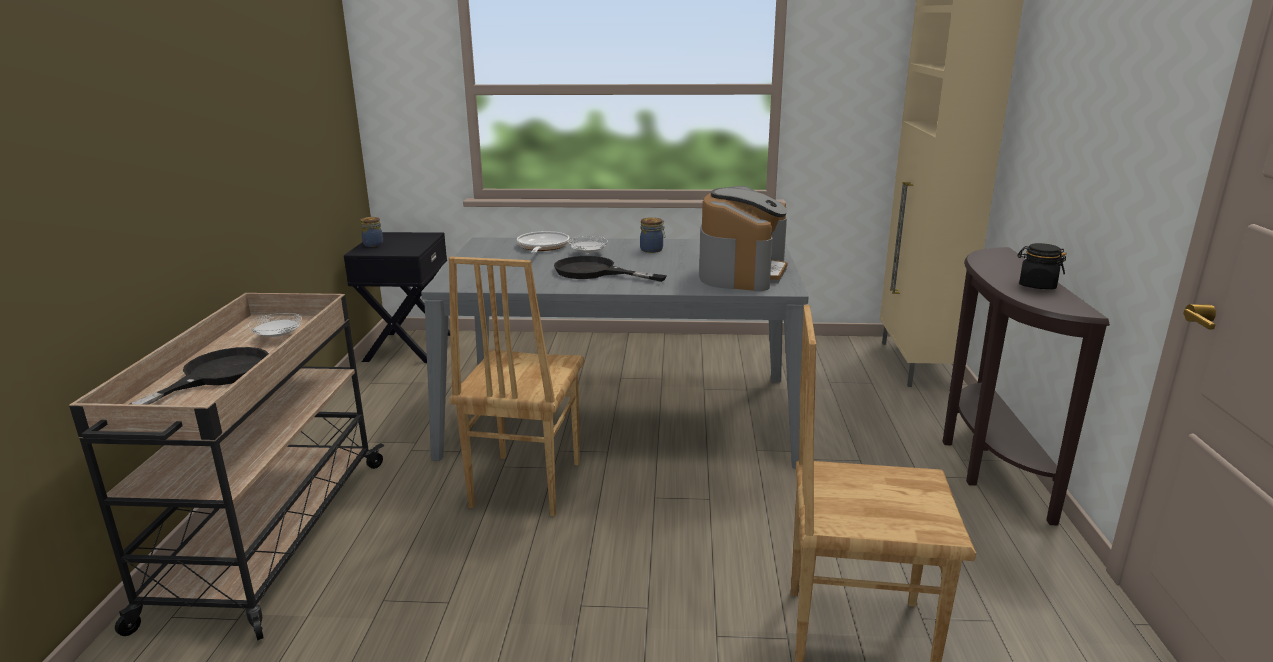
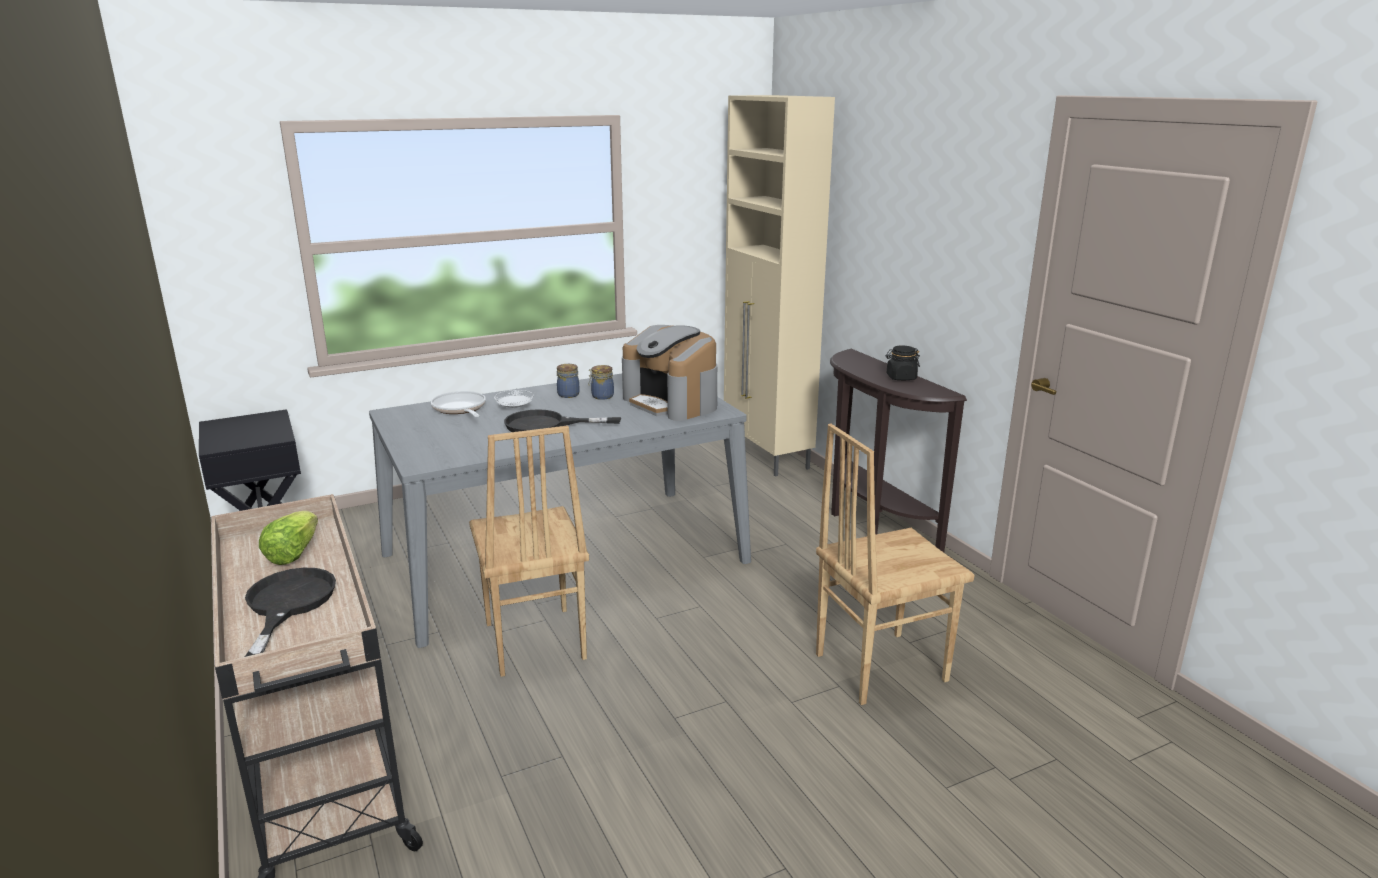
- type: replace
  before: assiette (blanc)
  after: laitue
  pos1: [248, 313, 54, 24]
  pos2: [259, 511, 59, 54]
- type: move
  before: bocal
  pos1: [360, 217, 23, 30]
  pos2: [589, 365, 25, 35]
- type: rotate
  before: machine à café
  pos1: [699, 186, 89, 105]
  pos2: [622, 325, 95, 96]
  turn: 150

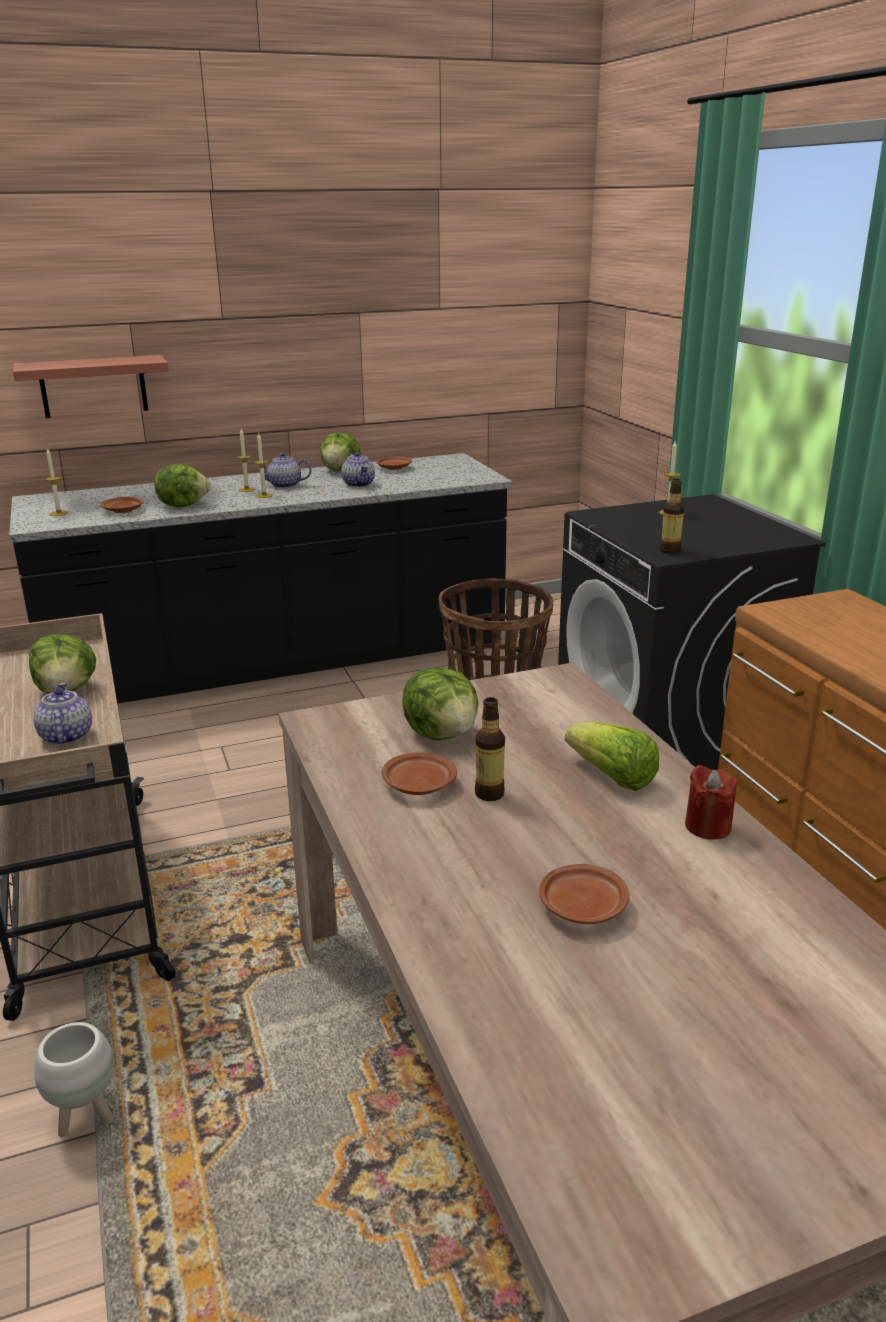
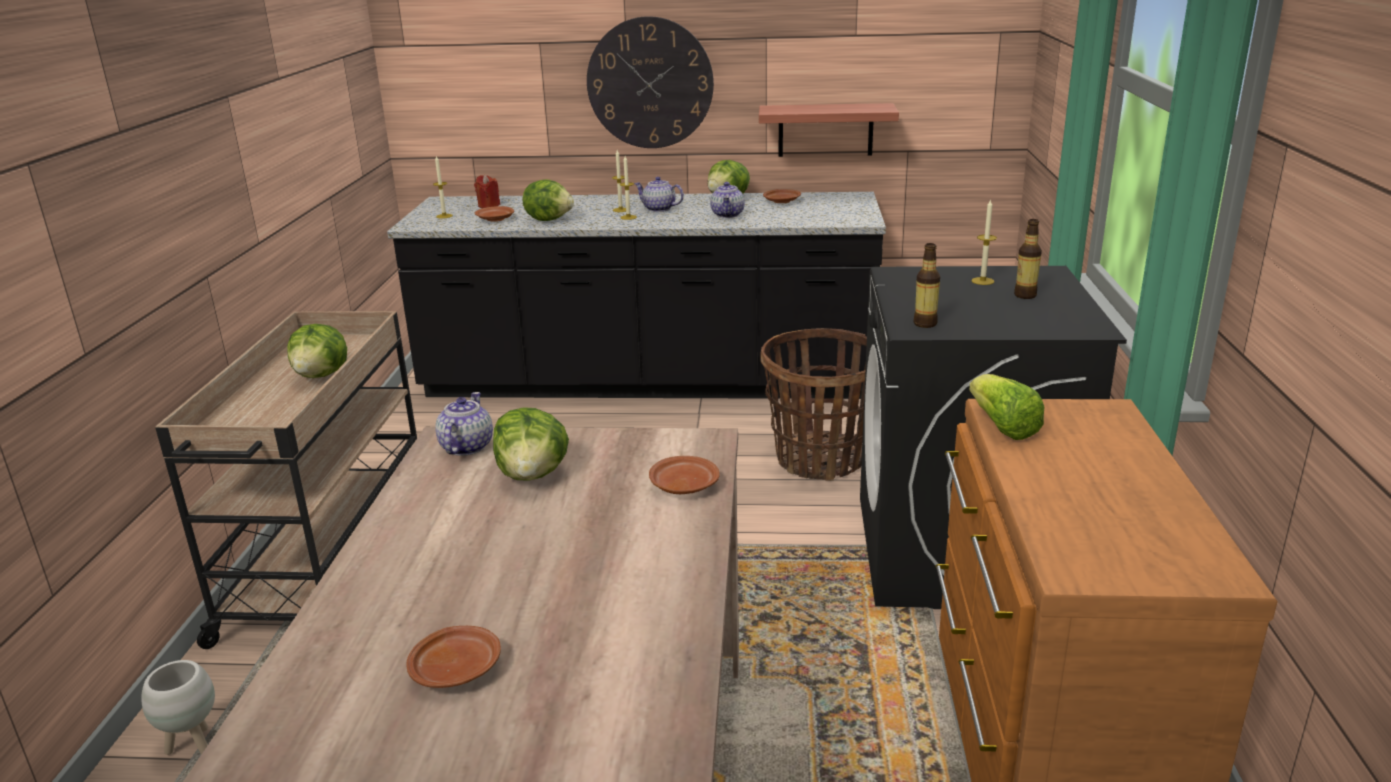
- type: move
  before: étagère
  pos1: [13, 355, 156, 63]
  pos2: [759, 103, 140, 54]
- type: move
  before: théière
  pos1: [33, 683, 59, 62]
  pos2: [435, 392, 58, 64]
- type: move
  before: assiette (marron)
  pos1: [382, 752, 75, 43]
  pos2: [649, 456, 71, 38]
- type: move
  before: bouteille
  pos1: [475, 697, 30, 104]
  pos2: [1014, 219, 28, 80]
- type: move
  before: laitue
  pos1: [565, 722, 94, 69]
  pos2: [969, 374, 75, 66]
- type: move
  before: bougie (rouge)
  pos1: [685, 765, 52, 75]
  pos2: [474, 175, 26, 33]
- type: insert
  after: horloge murale
  pos2: [587, 16, 127, 132]

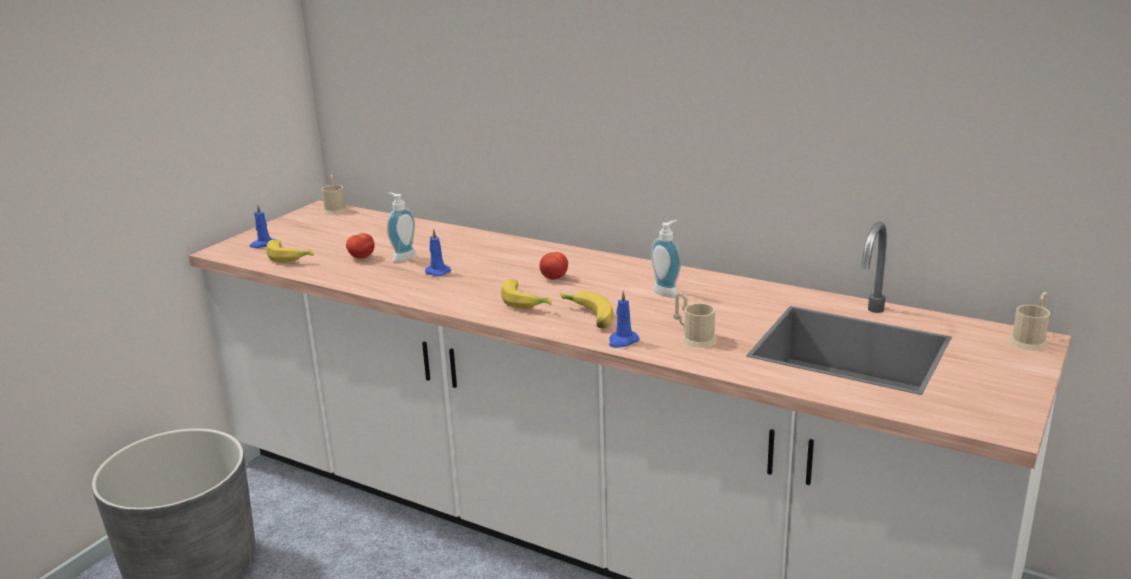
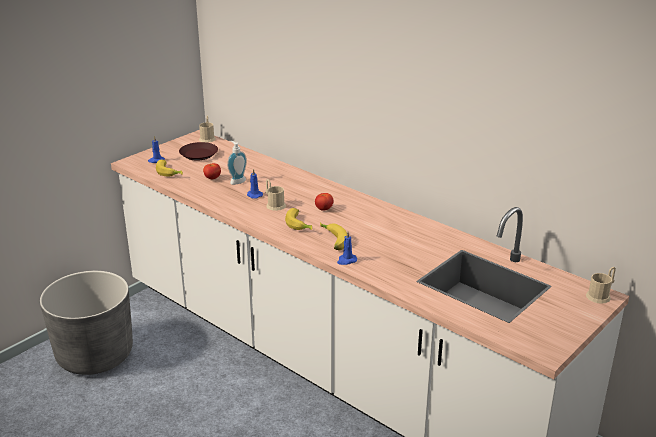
- type: delete
  before: distributeur de savon
  pos1: [651, 220, 30, 78]
- type: move
  before: mug (beige)
  pos1: [674, 293, 44, 55]
  pos2: [265, 179, 21, 32]
- type: insert
  after: assiette (marron)
  pos2: [179, 142, 39, 18]

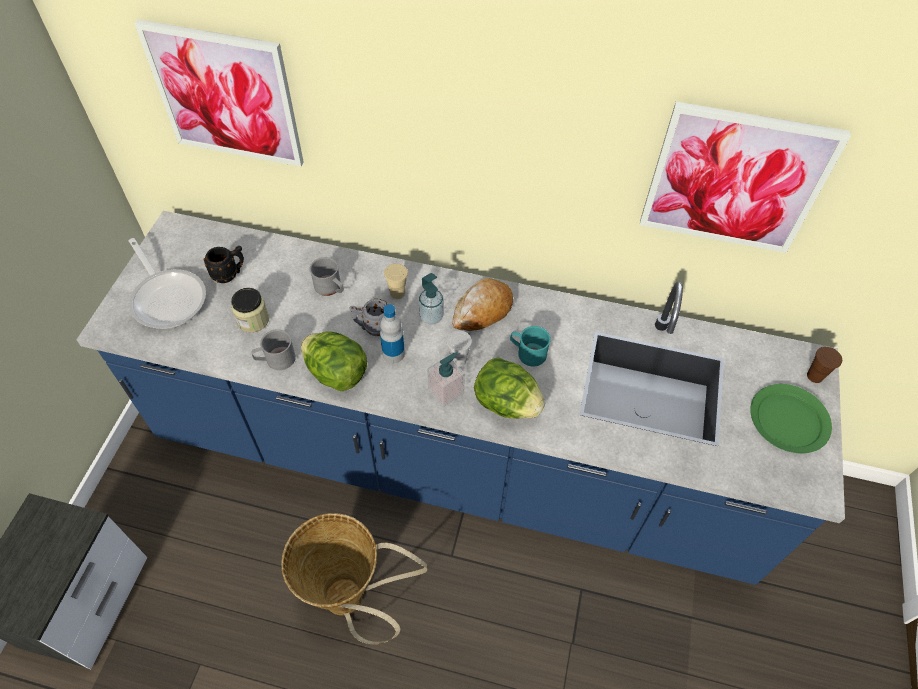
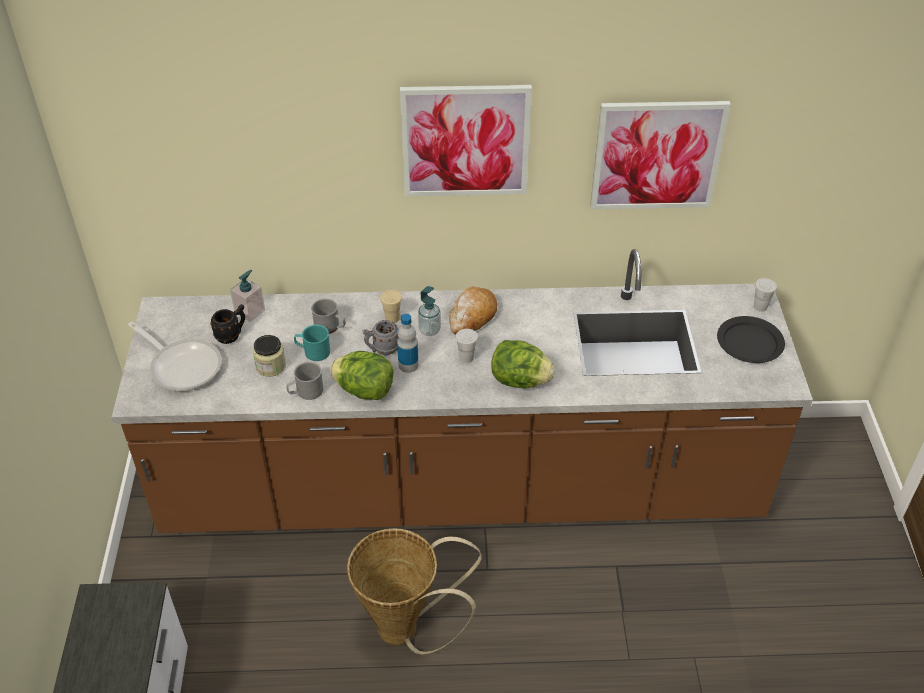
- type: recolor
  before: comptoir de cuisine (bleu)
  after: comptoir de cuisine (marron)
  pos1: [76, 211, 769, 374]
  pos2: [112, 249, 701, 284]
- type: move
  before: tableau
  pos1: [134, 19, 170, 148]
  pos2: [400, 85, 132, 111]
- type: move
  before: distributeur de savon
  pos1: [427, 352, 38, 55]
  pos2: [230, 270, 35, 52]
- type: move
  before: mug (turquoise)
  pos1: [510, 326, 41, 40]
  pos2: [294, 325, 36, 36]
- type: recolor
  before: assiette (vert)
  after: assiette (noir)
  pos1: [750, 384, 82, 70]
  pos2: [717, 316, 68, 47]
- type: recolor
  before: tasse (marron)
  after: tasse (blanc)
  pos1: [807, 347, 35, 36]
  pos2: [754, 278, 23, 34]

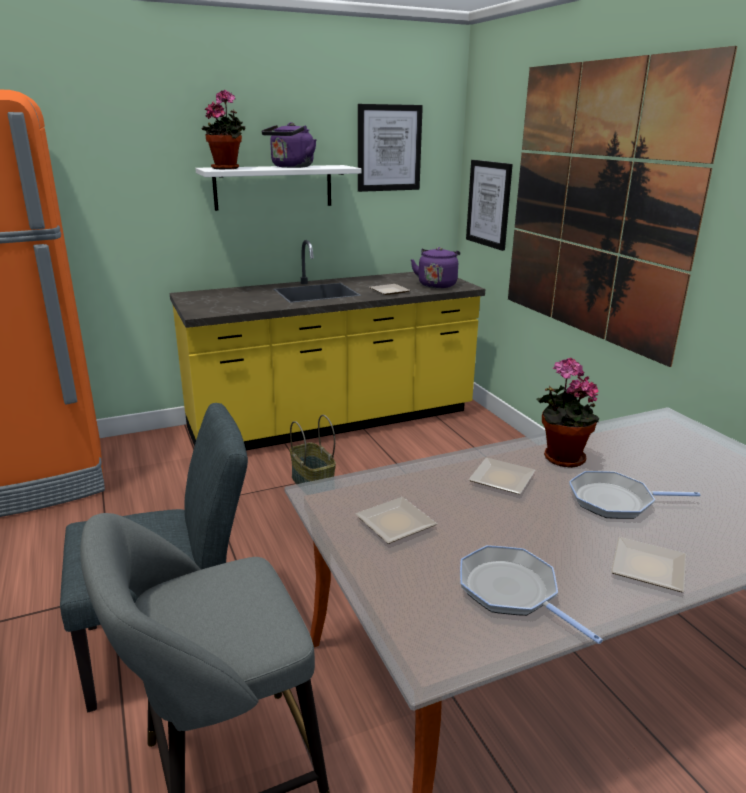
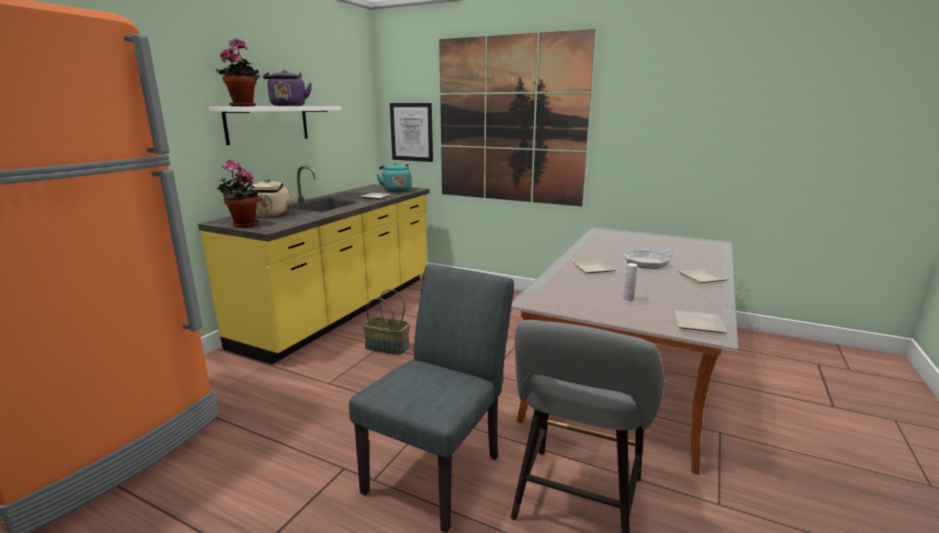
- type: move
  before: assiette
  pos1: [355, 497, 82, 47]
  pos2: [674, 310, 53, 23]
- type: delete
  before: tableau
  pos1: [358, 104, 65, 88]
- type: recolor
  before: bouilloire (violet)
  after: bouilloire (turquoise)
  pos1: [411, 247, 49, 41]
  pos2: [376, 163, 35, 29]
- type: delete
  before: poêle
  pos1: [460, 545, 143, 99]
- type: move
  before: plante en pot
  pos1: [536, 358, 63, 110]
  pos2: [217, 160, 42, 67]
- type: insert
  after: bouilloire (beige)
  pos2: [245, 179, 50, 38]
- type: insert
  after: bouteille (blanc)
  pos2: [623, 263, 15, 38]

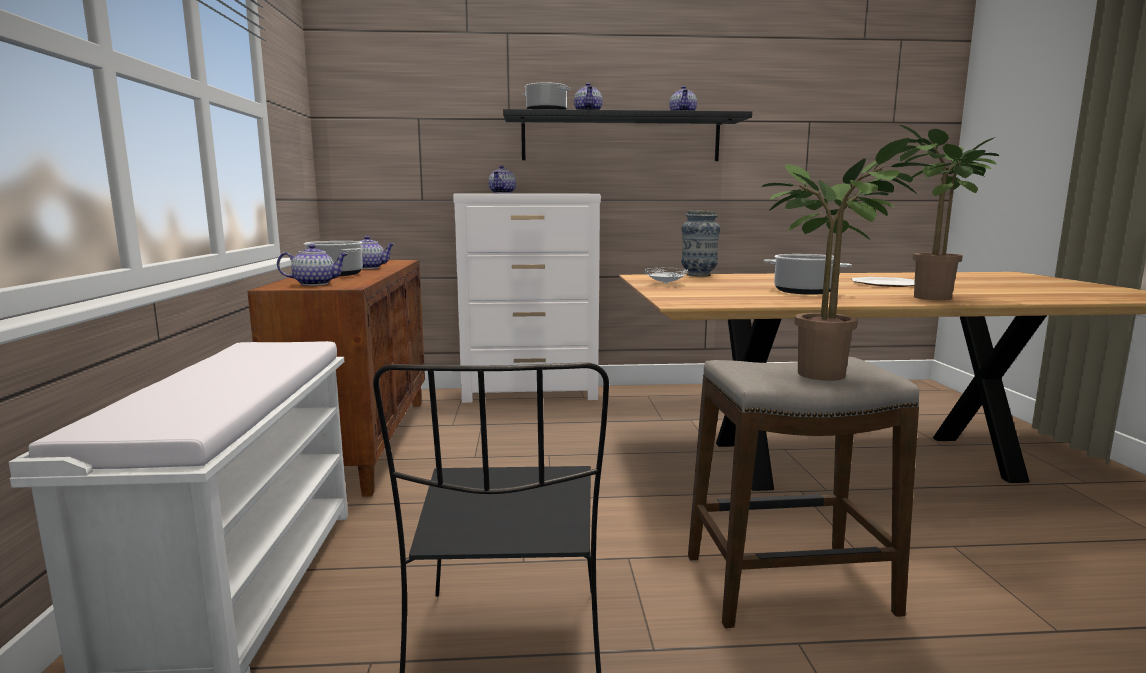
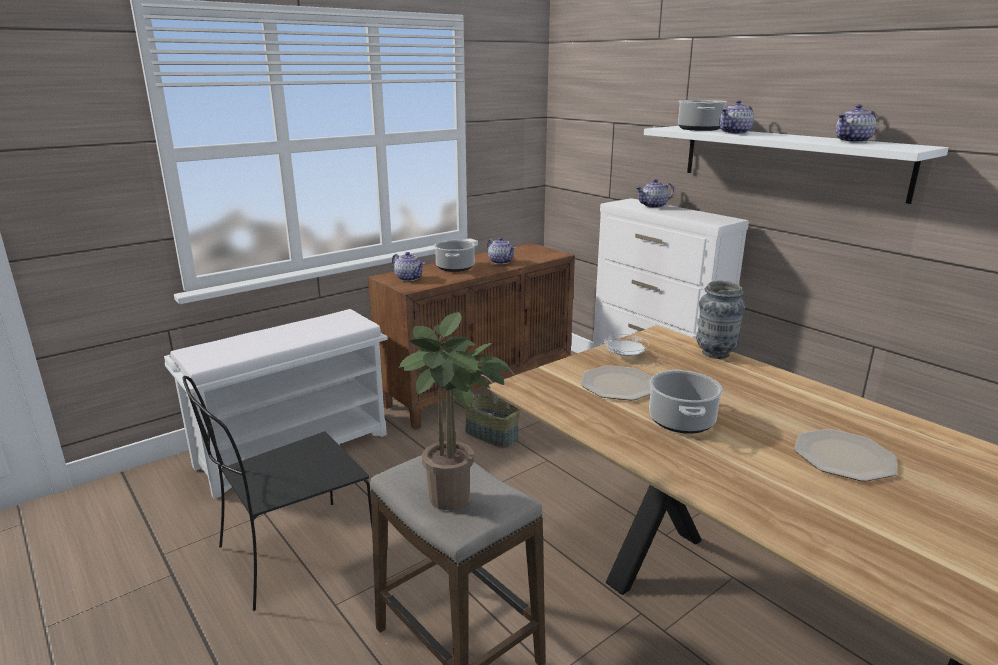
- type: recolor
  before: étagère (noir)
  after: étagère (blanc)
  pos1: [503, 109, 249, 52]
  pos2: [644, 126, 305, 78]
- type: delete
  before: plante en pot
  pos1: [890, 125, 109, 176]
- type: insert
  after: panier
  pos2: [464, 369, 56, 79]
- type: insert
  after: assiette
  pos2: [581, 365, 71, 35]

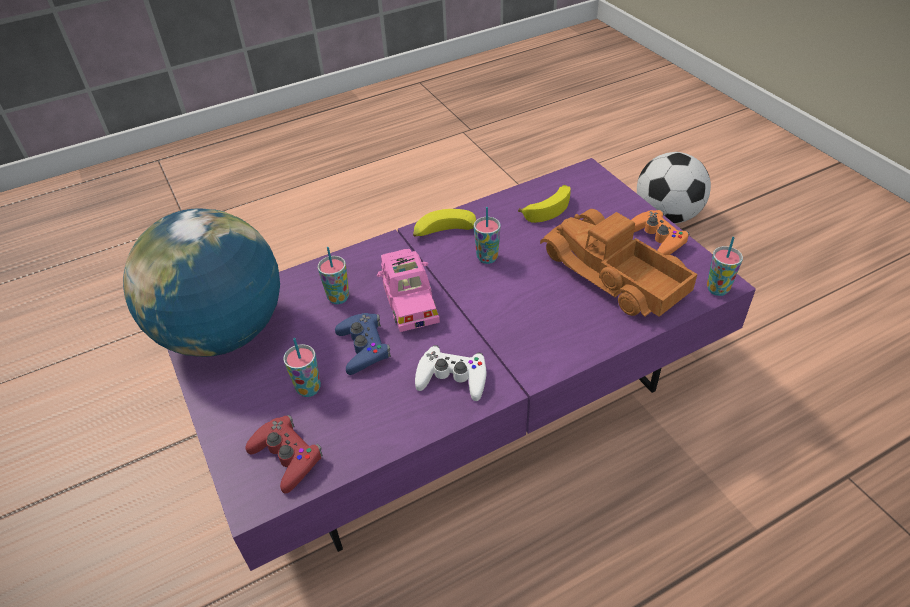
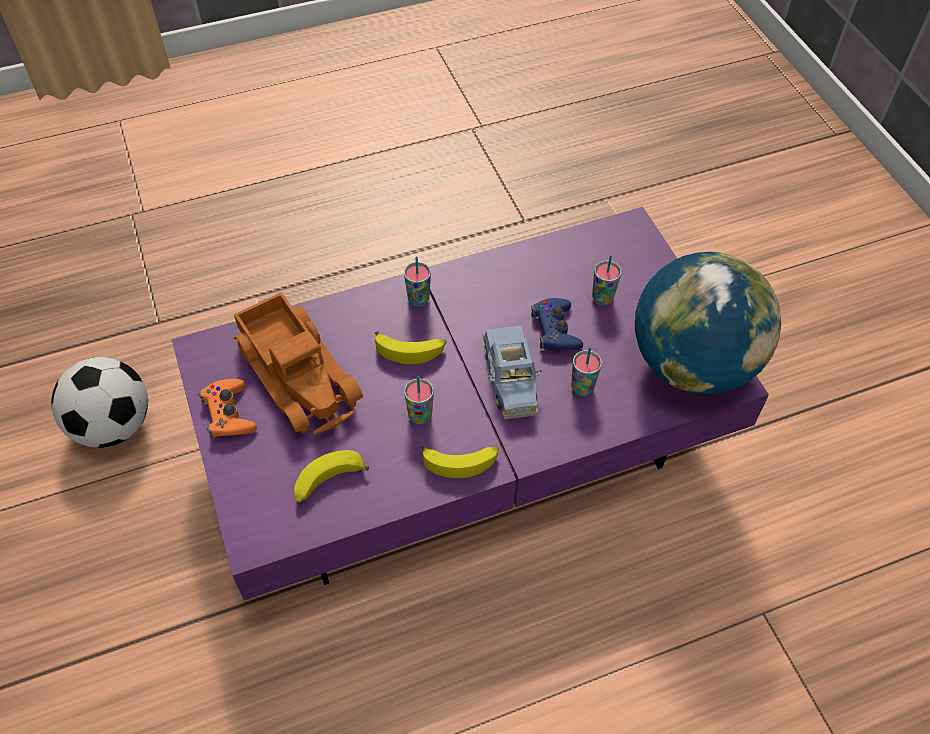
- type: delete
  before: manette (rouge)
  pos1: [245, 415, 78, 79]
- type: recolor
  before: petite voiture (rose)
  after: petite voiture (bleu)
  pos1: [377, 249, 63, 83]
  pos2: [483, 326, 59, 93]
- type: delete
  before: manette (blanc)
  pos1: [415, 345, 71, 56]
- type: move
  before: ballon de foot
  pos1: [637, 152, 74, 72]
  pos2: [51, 357, 97, 91]
- type: move
  before: tasse
  pos1: [707, 237, 36, 59]
  pos2: [404, 257, 27, 50]
- type: insert
  after: banane
  pos2: [375, 331, 71, 33]

